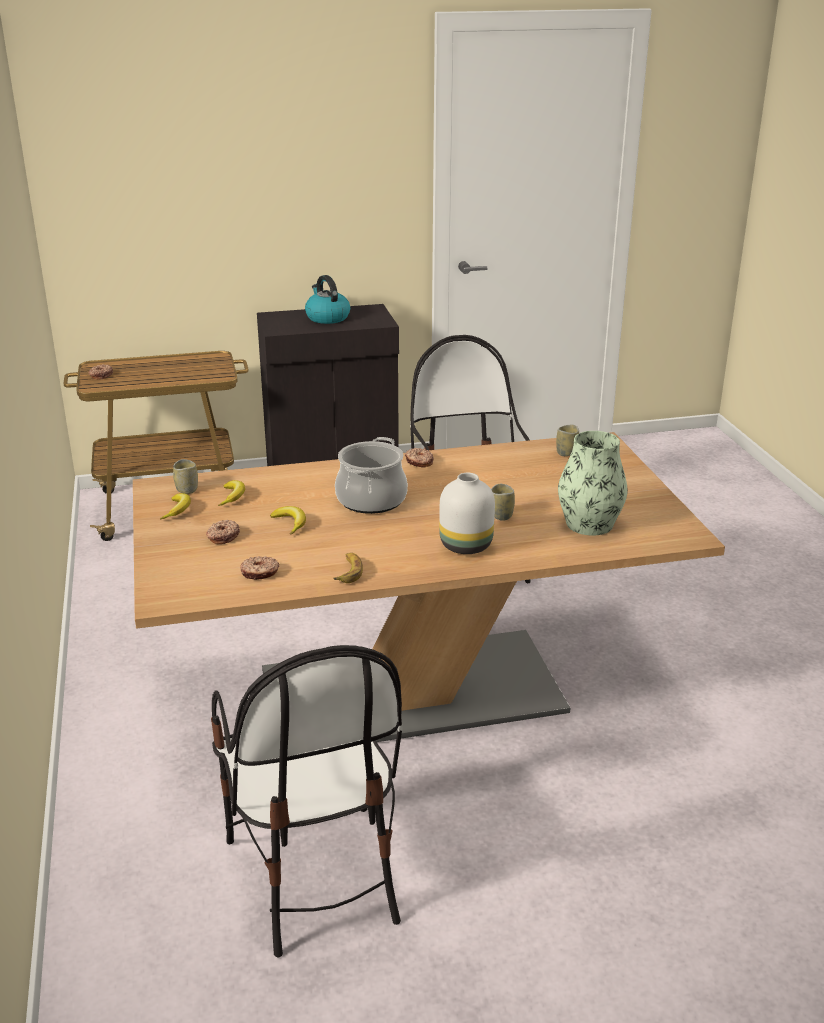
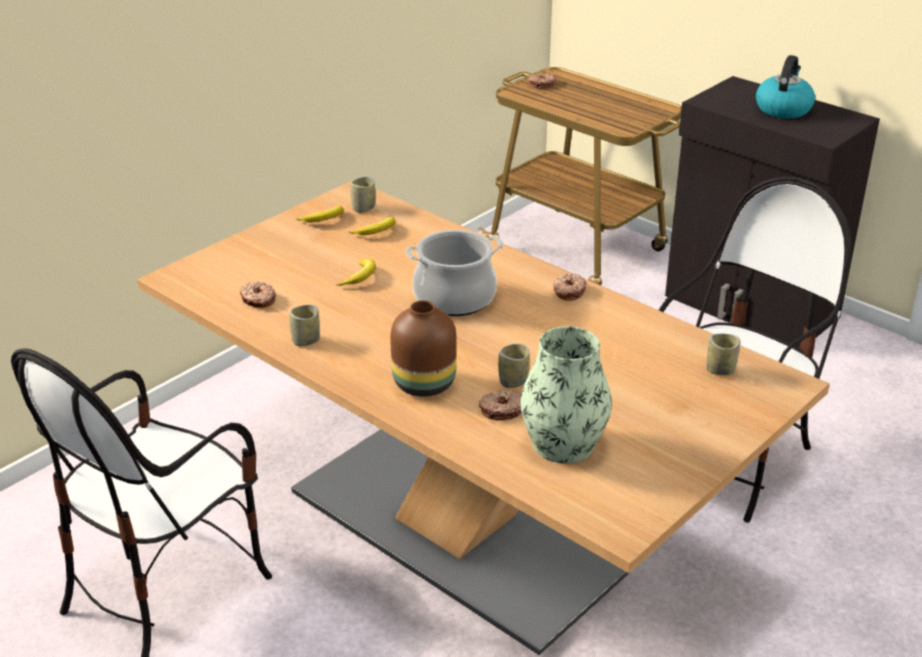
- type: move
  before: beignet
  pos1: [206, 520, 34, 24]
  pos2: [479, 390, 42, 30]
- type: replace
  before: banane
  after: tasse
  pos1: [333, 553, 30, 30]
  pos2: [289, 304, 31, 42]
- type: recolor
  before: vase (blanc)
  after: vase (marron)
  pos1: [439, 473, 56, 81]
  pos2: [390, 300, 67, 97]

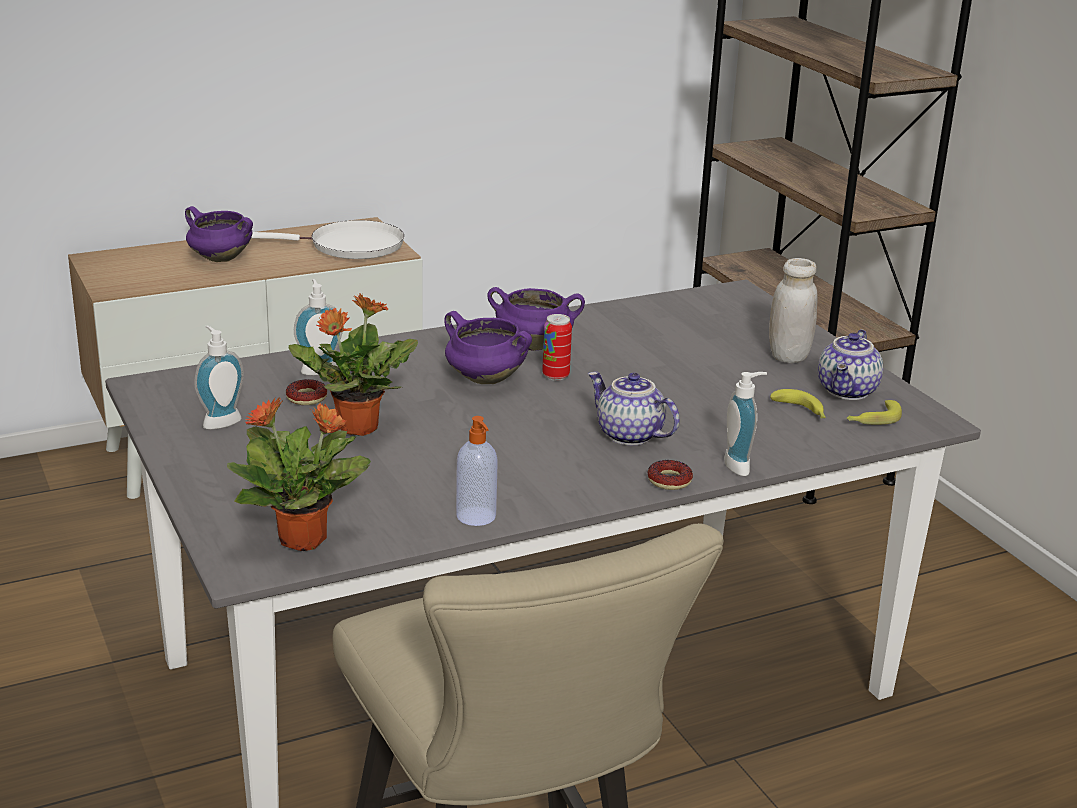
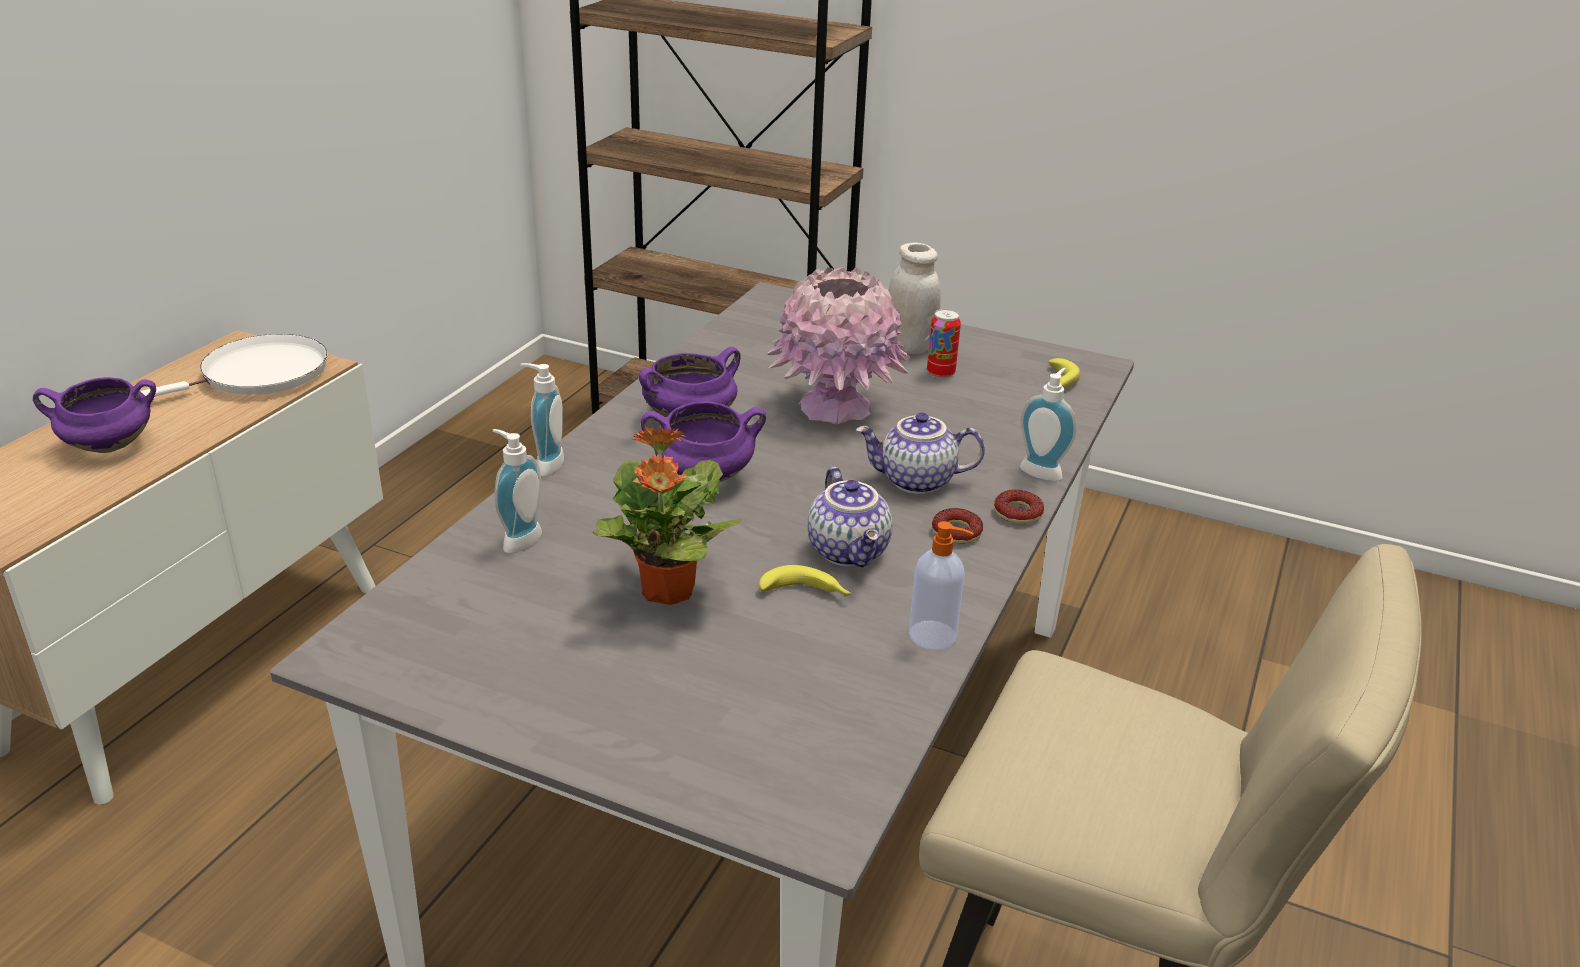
- type: move
  before: distributeur de savon
  pos1: [194, 325, 50, 104]
  pos2: [520, 363, 44, 113]
- type: delete
  before: plante en pot
  pos1: [227, 397, 144, 154]
- type: move
  before: beignet
  pos1: [286, 379, 41, 26]
  pos2: [932, 508, 51, 36]
- type: move
  before: boîte métallique
  pos1: [542, 314, 30, 67]
  pos2: [927, 309, 34, 70]
- type: move
  before: banane
  pos1: [770, 389, 56, 30]
  pos2: [758, 565, 94, 32]
- type: move
  before: théière
  pos1: [818, 329, 65, 71]
  pos2: [808, 467, 84, 100]
- type: insert
  after: vase (rose)
  pos2: [767, 267, 143, 157]

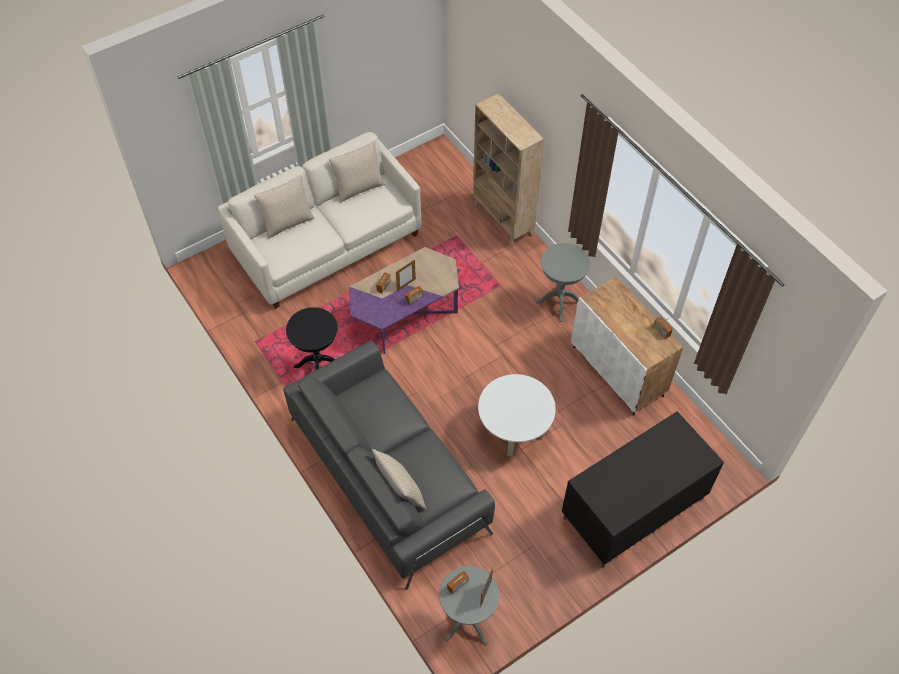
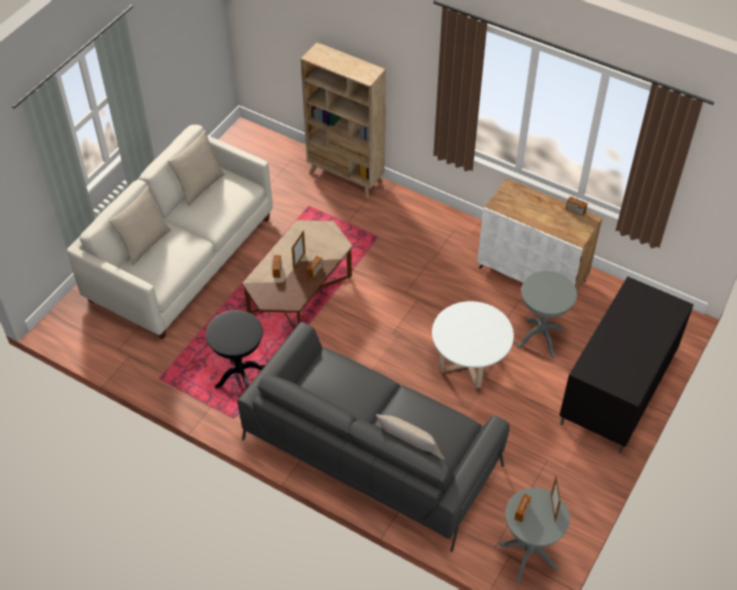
- type: recolor
  before: table basse (violet)
  after: table basse (marron)
  pos1: [349, 247, 110, 107]
  pos2: [242, 220, 110, 109]
- type: move
  before: table d'appoint (gris)
  pos1: [536, 243, 54, 79]
  pos2: [516, 271, 61, 87]

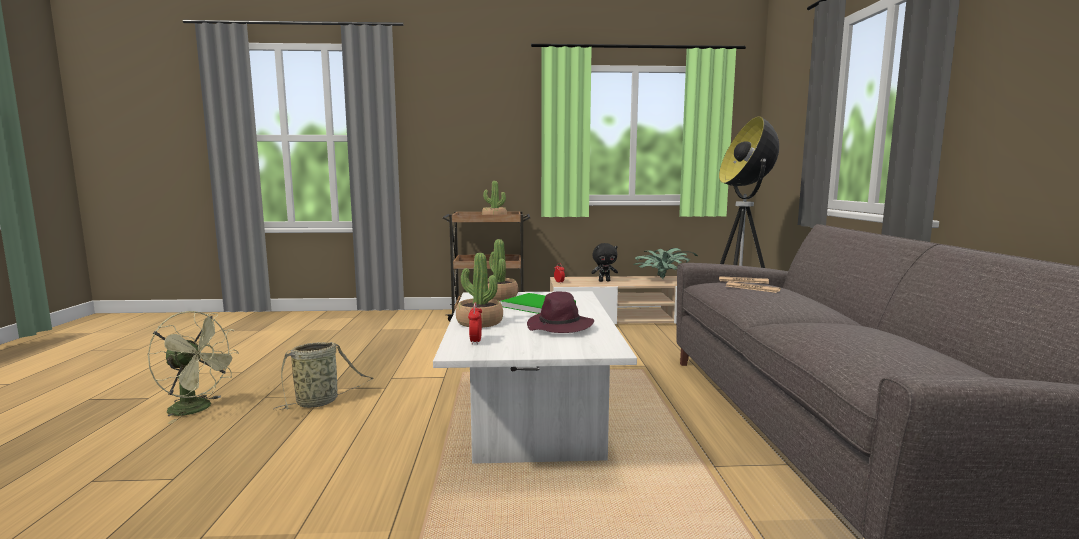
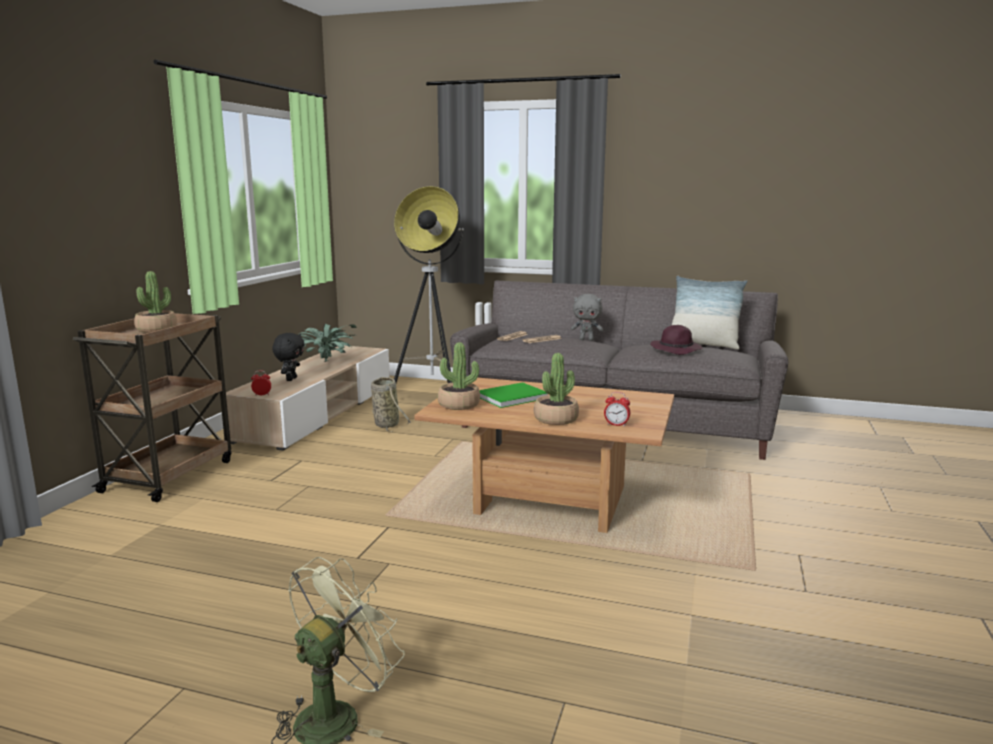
- type: move
  before: panier
  pos1: [273, 342, 100, 68]
  pos2: [371, 377, 40, 54]
- type: recolor
  before: table basse (blanc)
  after: table basse (marron)
  pos1: [433, 291, 204, 173]
  pos2: [414, 378, 260, 155]
- type: move
  before: chapeau (violet)
  pos1: [527, 292, 67, 41]
  pos2: [650, 325, 53, 30]
- type: insert
  after: peluche (gris)
  pos2: [571, 294, 32, 47]
- type: insert
  after: coussin
  pos2: [672, 276, 75, 74]

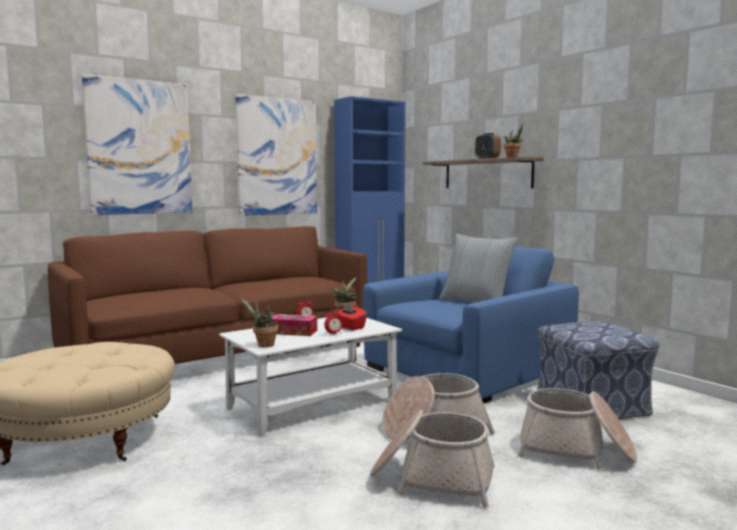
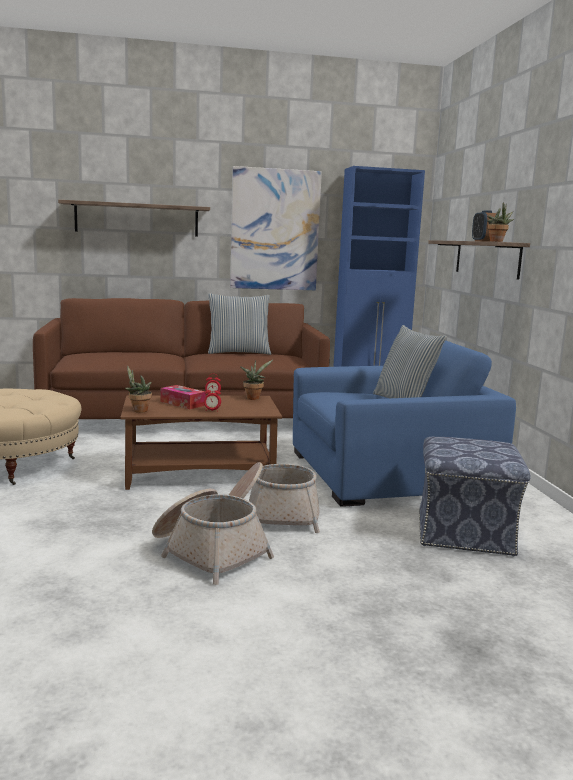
- type: replace
  before: tableau
  after: étagère
  pos1: [82, 74, 110, 141]
  pos2: [58, 200, 152, 37]
- type: recolor
  before: table basse (blanc)
  after: table basse (marron)
  pos1: [219, 317, 183, 120]
  pos2: [120, 396, 162, 94]
- type: delete
  before: boîte à mouchoirs (rouge)
  pos1: [333, 303, 34, 27]
- type: delete
  before: panier
  pos1: [517, 388, 120, 82]
- type: insert
  after: coussin
  pos2: [208, 293, 63, 62]

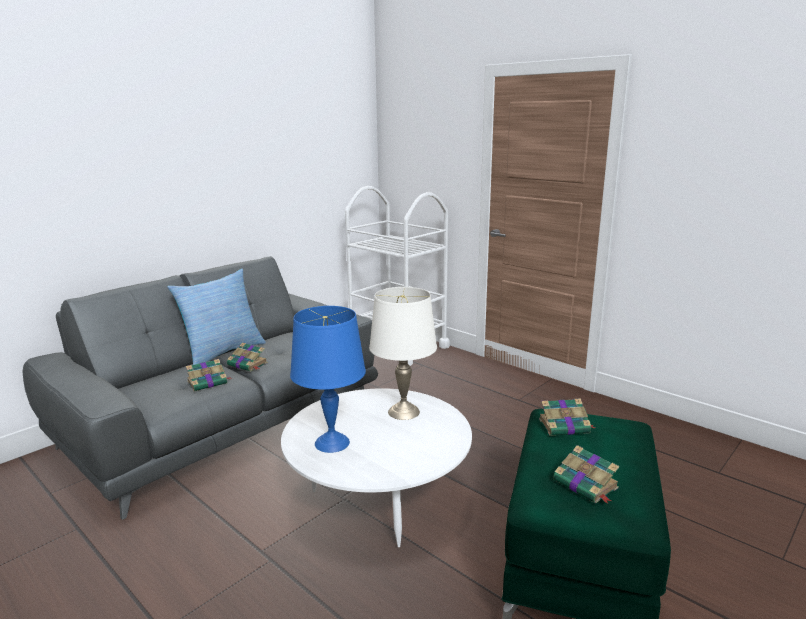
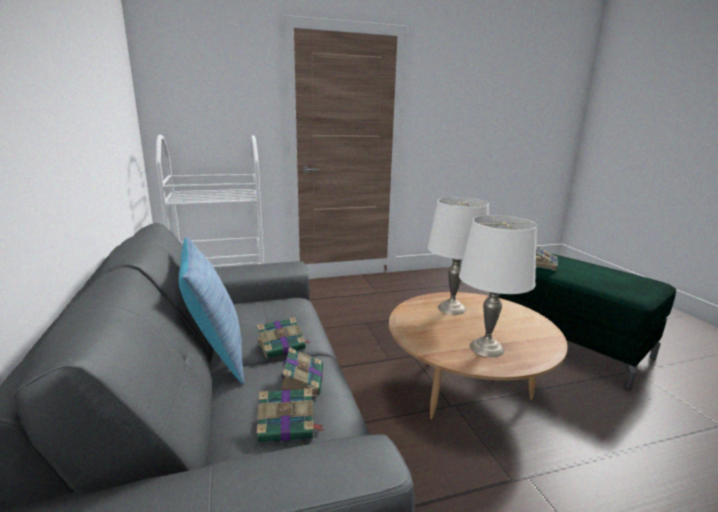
- type: recolor
  before: table basse (blanc)
  after: table basse (marron)
  pos1: [281, 388, 191, 159]
  pos2: [389, 292, 179, 128]
- type: recolor
  before: lampe de table (bleu)
  after: lampe de table (blanc)
  pos1: [290, 306, 76, 147]
  pos2: [459, 215, 78, 142]
- type: move
  before: livre
  pos1: [553, 445, 66, 59]
  pos2: [257, 388, 67, 54]

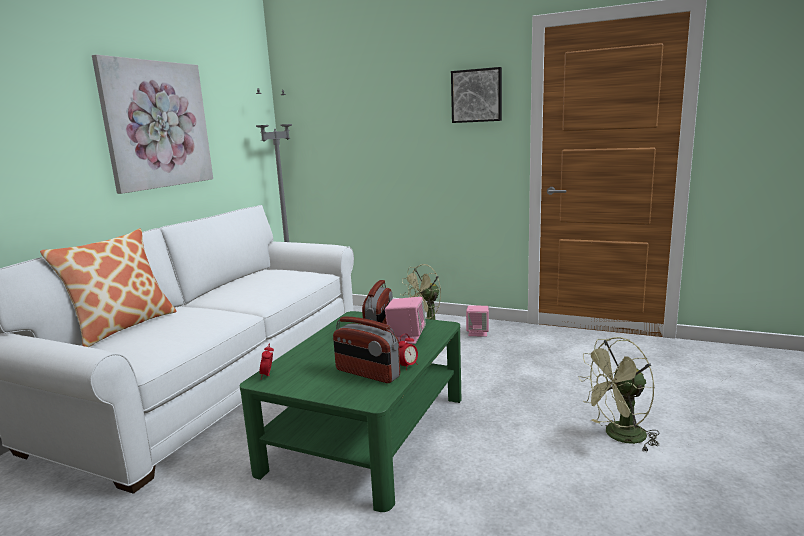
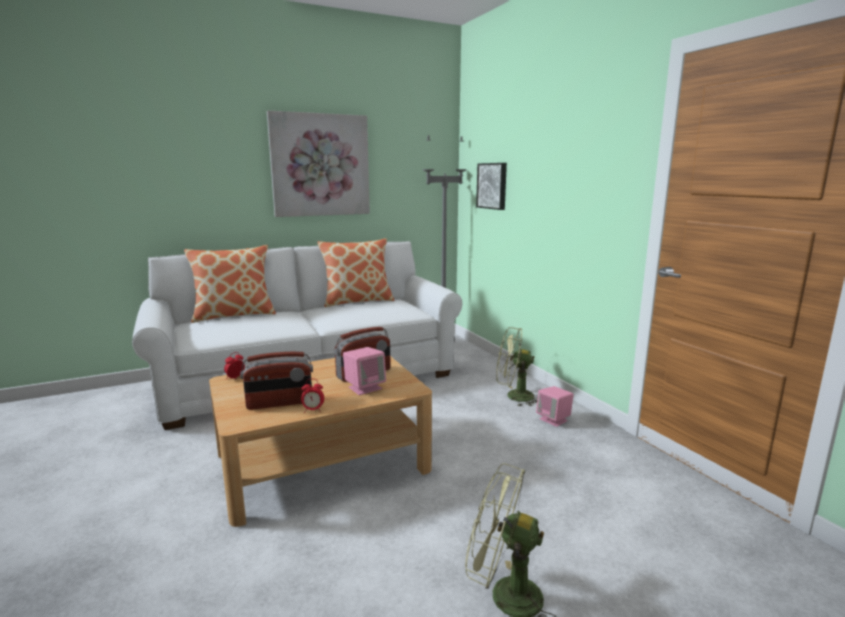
- type: recolor
  before: table basse (vert)
  after: table basse (beige)
  pos1: [240, 311, 221, 201]
  pos2: [209, 356, 223, 171]
- type: rotate
  before: radio
  pos1: [333, 316, 67, 67]
  pos2: [240, 352, 73, 58]
  turn: -90
- type: move
  before: tableau
  pos1: [451, 67, 51, 56]
  pos2: [476, 163, 31, 47]
- type: insert
  after: coussin
  pos2: [317, 238, 78, 69]

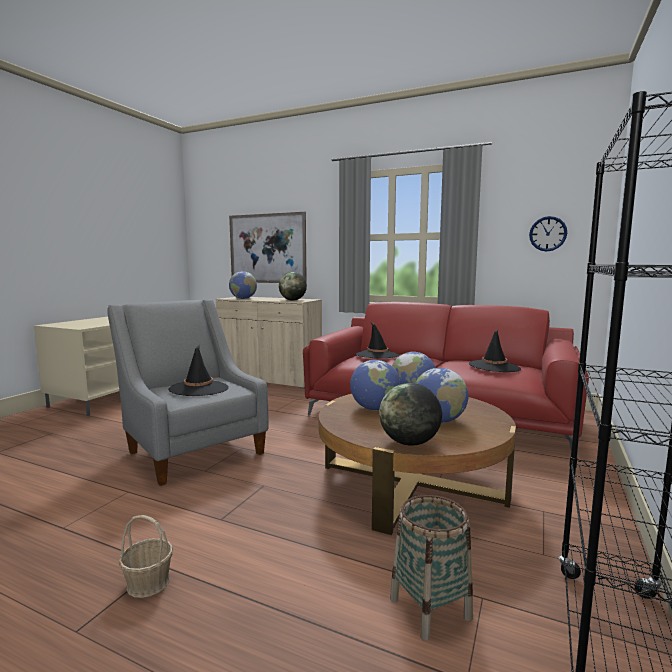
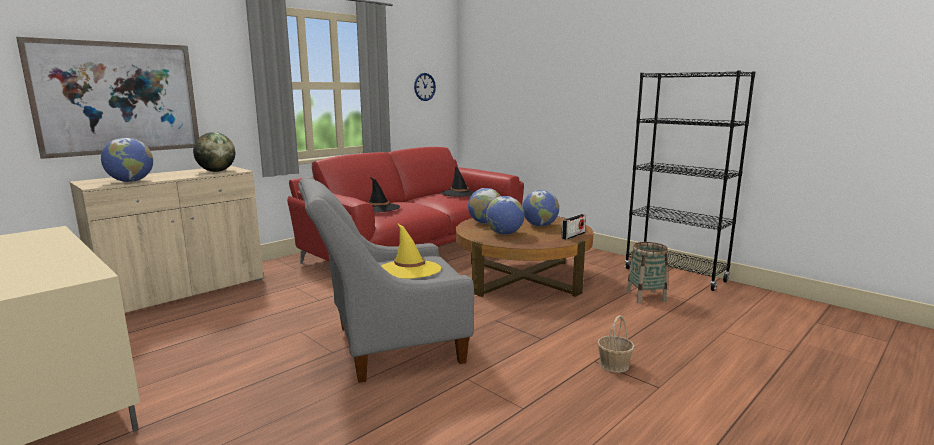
- type: recolor
  before: chapeau (noir)
  after: chapeau (jaune)
  pos1: [168, 345, 61, 51]
  pos2: [381, 223, 60, 56]
- type: replace
  before: globe
  after: radio
  pos1: [379, 383, 63, 63]
  pos2: [561, 214, 25, 26]

